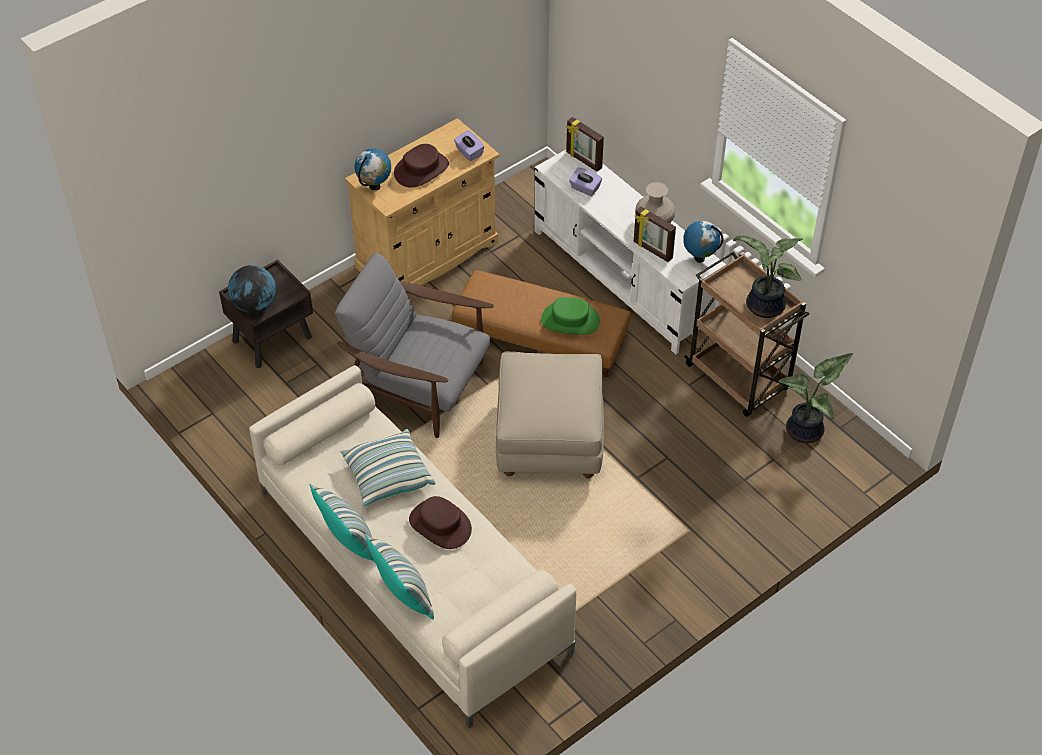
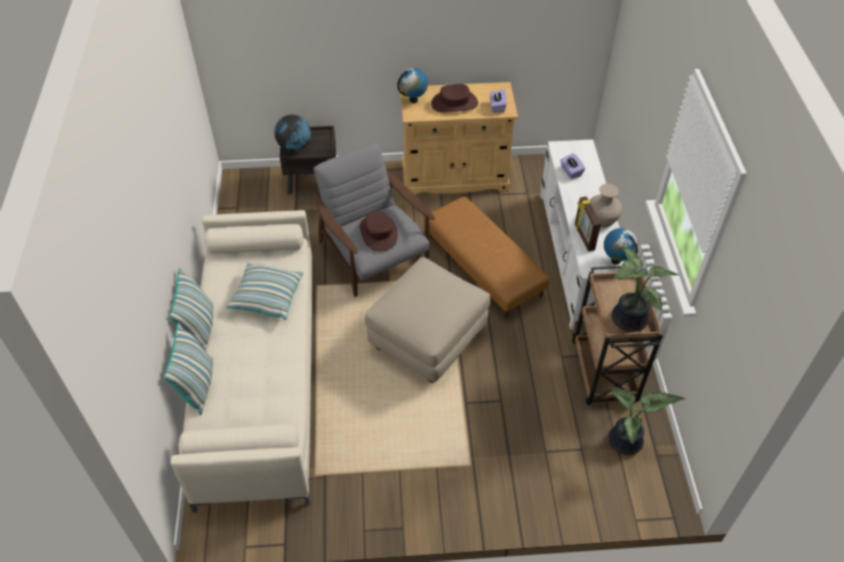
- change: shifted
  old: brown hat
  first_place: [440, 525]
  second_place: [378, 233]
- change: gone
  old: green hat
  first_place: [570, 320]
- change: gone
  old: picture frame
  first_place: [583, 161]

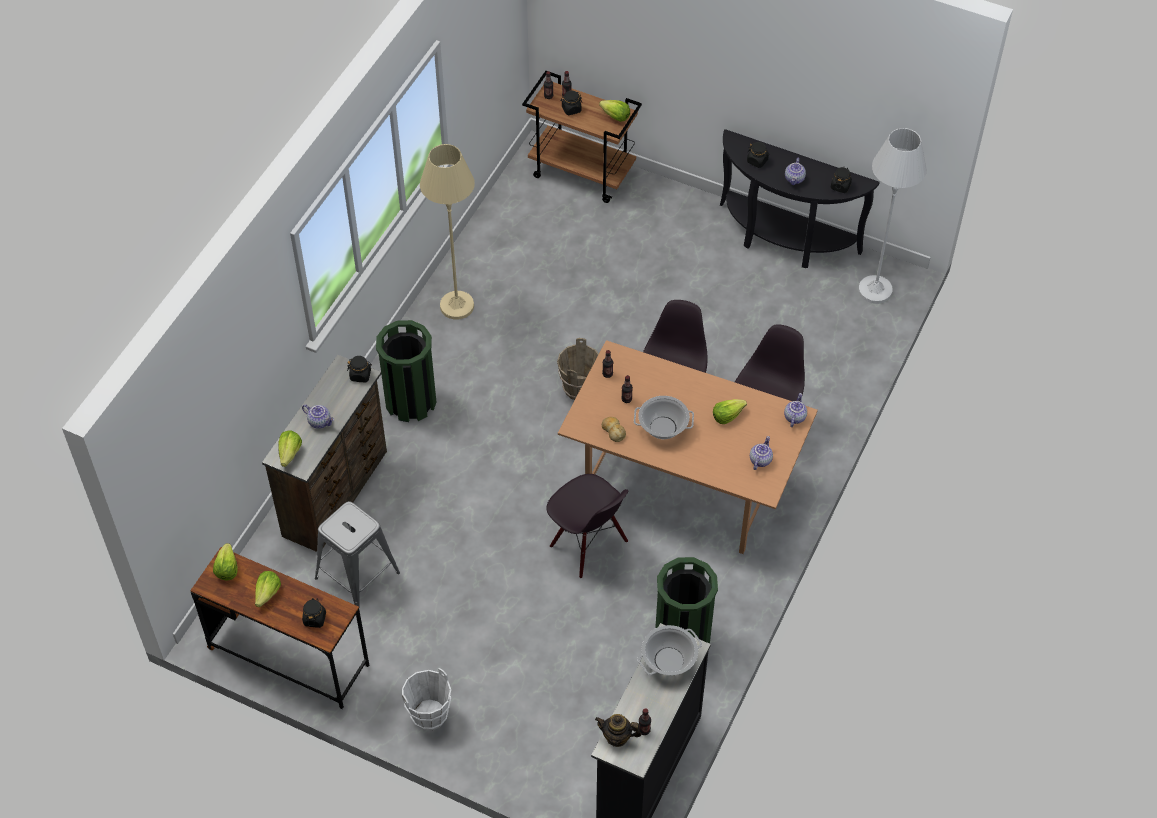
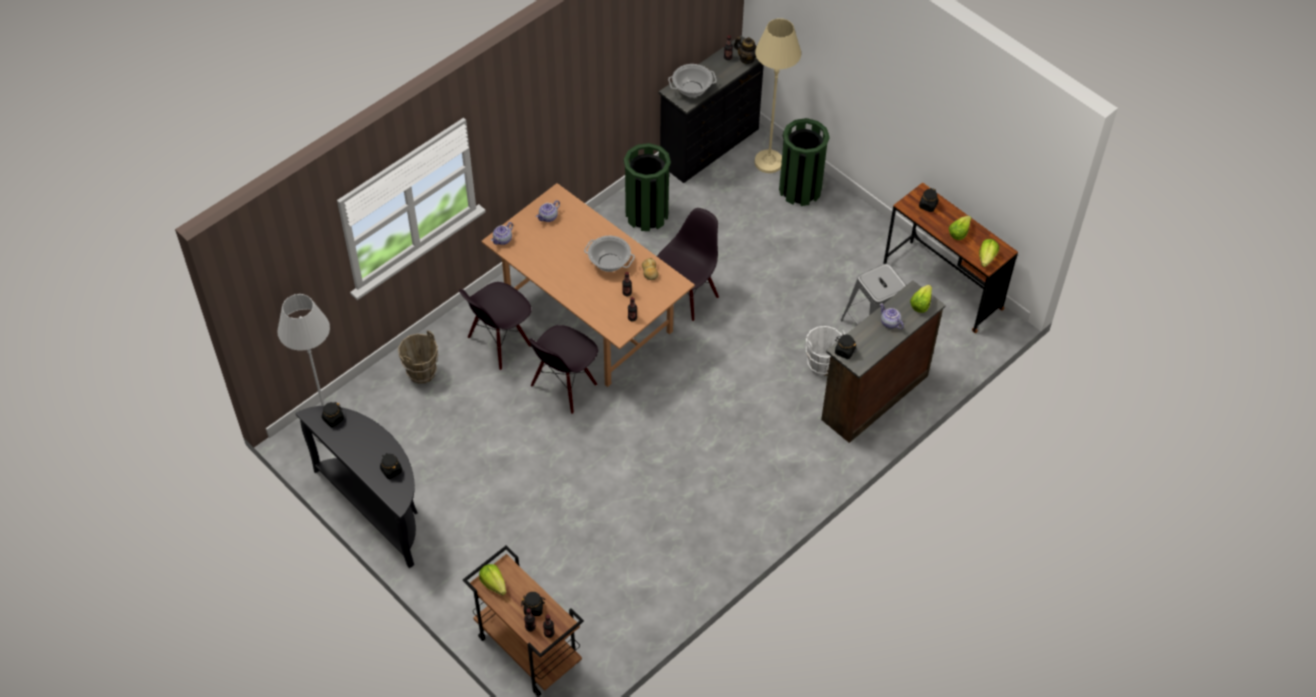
- change: shifted
  old: brown bucket
  first_place: [579, 389]
  second_place: [421, 373]
- change: rotated
  old: black chair
  first_place: [588, 545]
  second_place: [686, 296]
  degrees: 60
- change: shifted
  old: beige floor lamp
  first_place: [457, 306]
  second_place: [769, 162]
- change: shifted
  old: green trash can
  first_place: [410, 401]
  second_place: [800, 189]
- change: shifted
  old: white bucket
  first_place: [430, 716]
  second_place: [821, 365]
- change: gone
  old: lettuce
  first_place: [727, 415]
- change: gone
  old: teapot
  first_place: [795, 179]

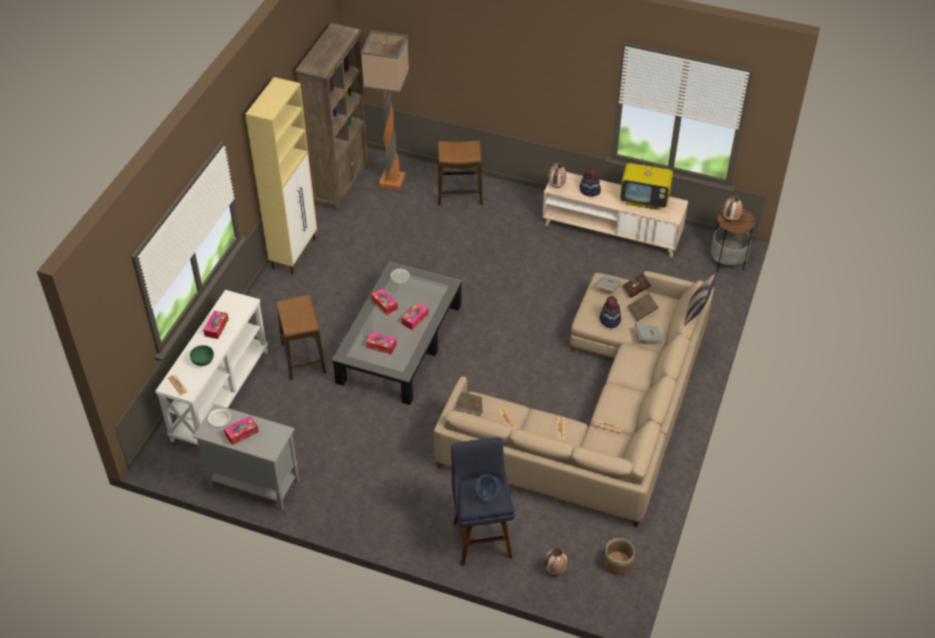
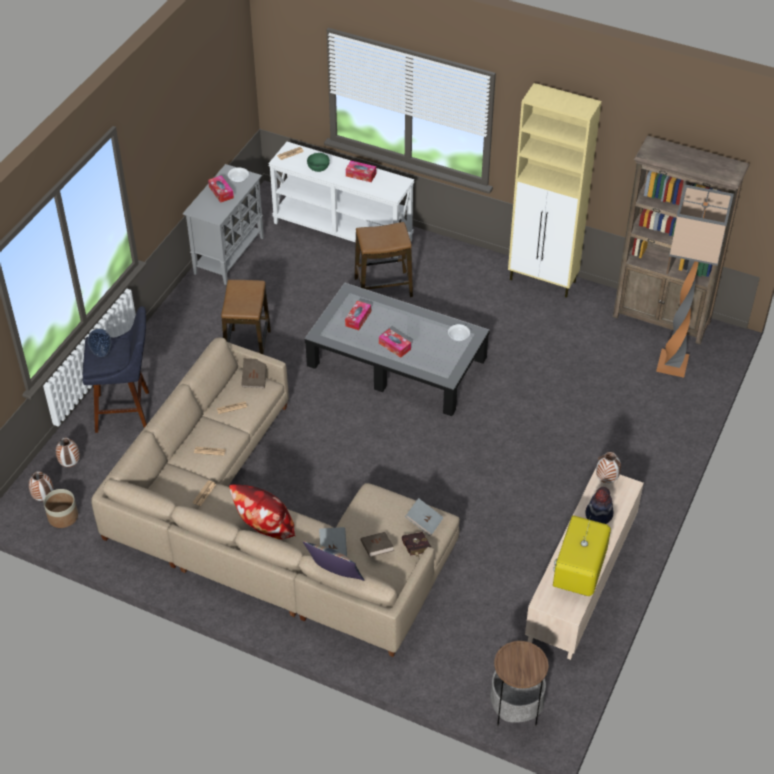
- change: shifted
  old: vase
  first_place: [730, 220]
  second_place: [43, 498]
- change: shifted
  old: stool
  first_place: [460, 194]
  second_place: [248, 349]
- change: new
  new: pillow
  second_place: [265, 528]
- change: gone
  old: tissue box
  first_place: [384, 304]
- change: gone
  old: hat
  first_place: [610, 320]

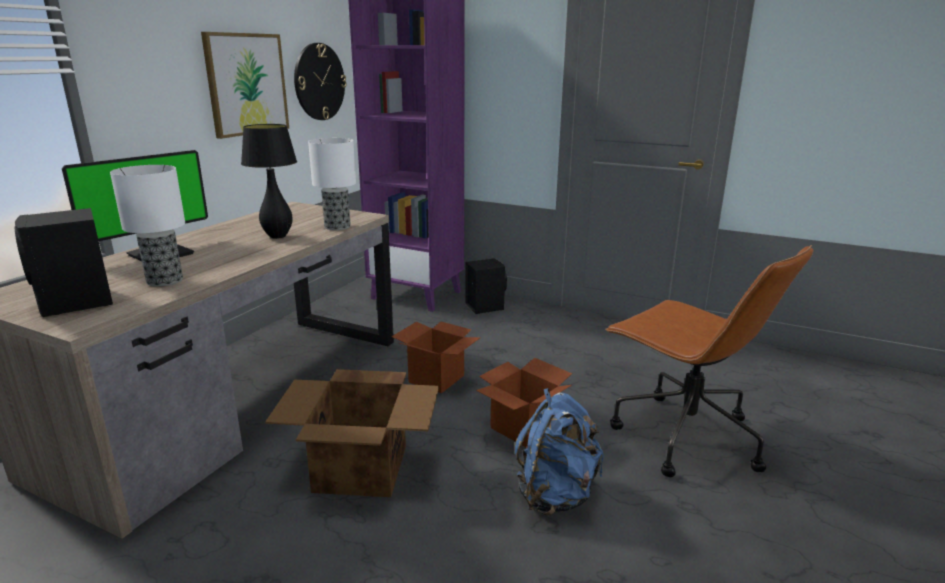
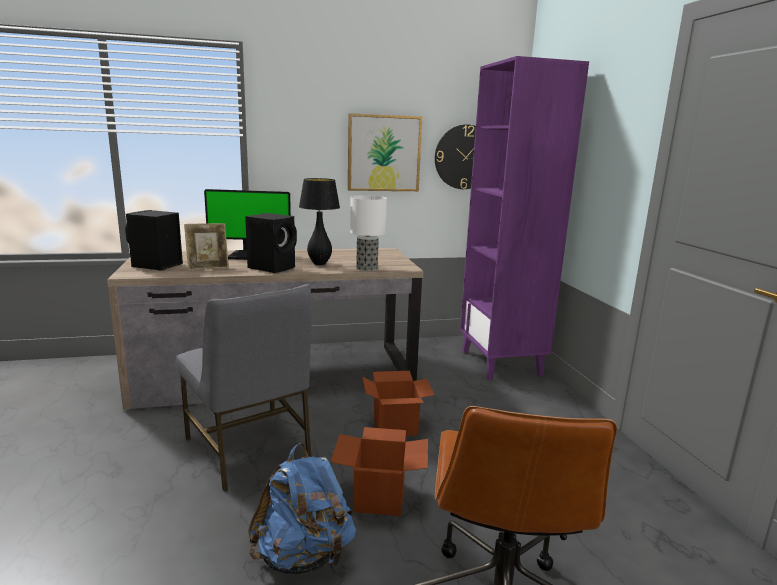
- change: swapped
  old: cardboard box
  new: grey chair
  first_place: [362, 469]
  second_place: [249, 449]
- change: swapped
  old: table lamp
  new: picture frame
  first_place: [164, 280]
  second_place: [208, 267]
- change: shifted
  old: black speaker
  first_place: [484, 306]
  second_place: [273, 267]

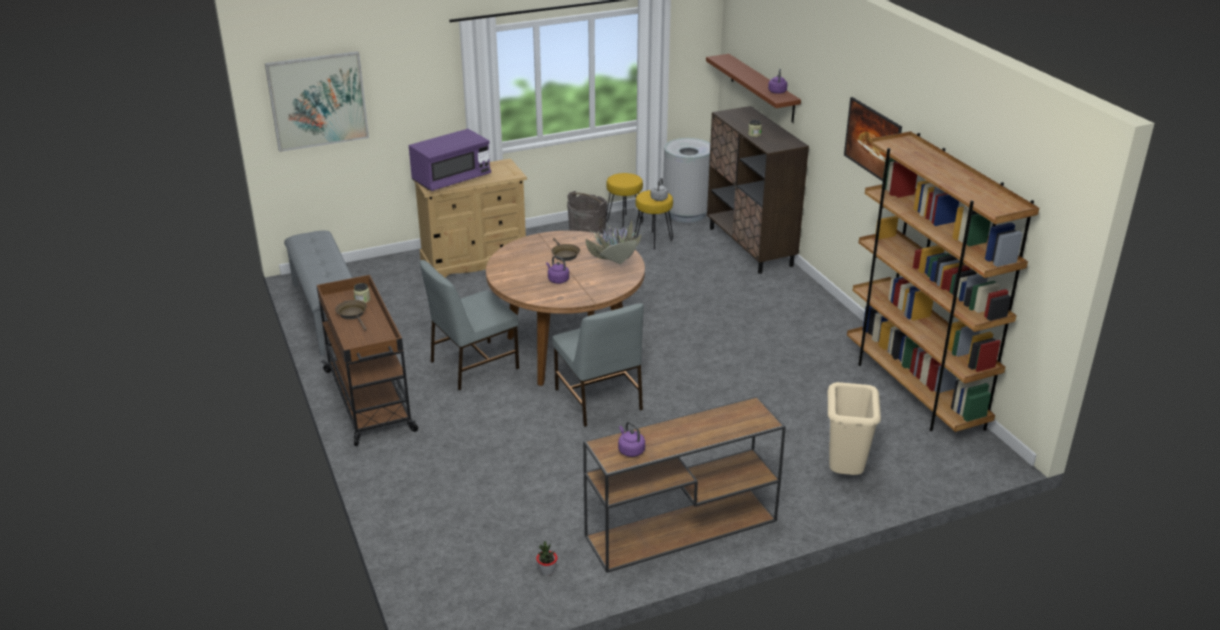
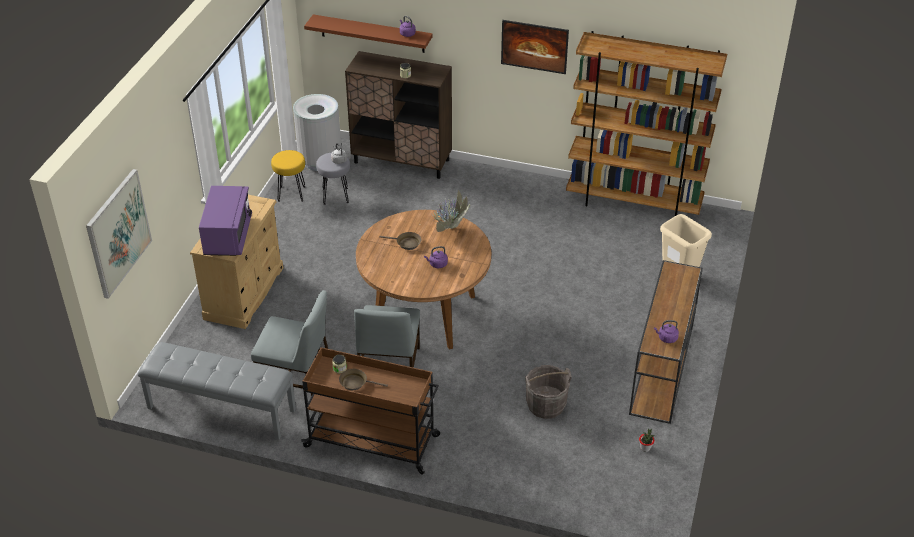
- change: shifted
  old: grey chair
  first_place: [598, 400]
  second_place: [296, 379]
- change: repainted
  old: yellow stool
  new: grey stool
  first_place: [652, 240]
  second_place: [335, 196]
- change: shifted
  old: grey bucket
  first_place: [587, 232]
  second_place: [546, 405]

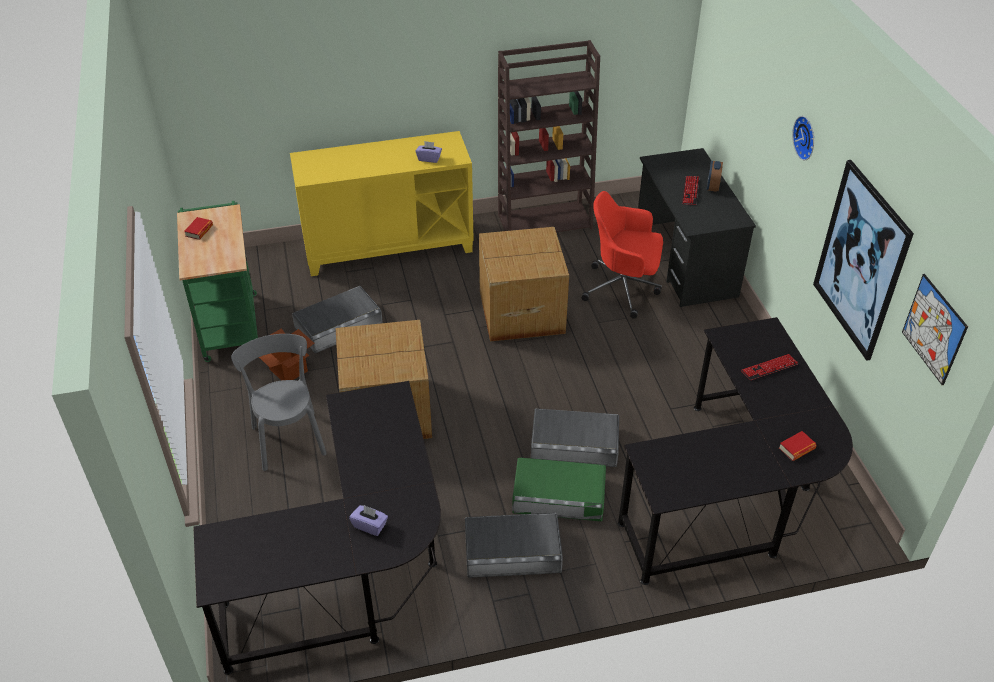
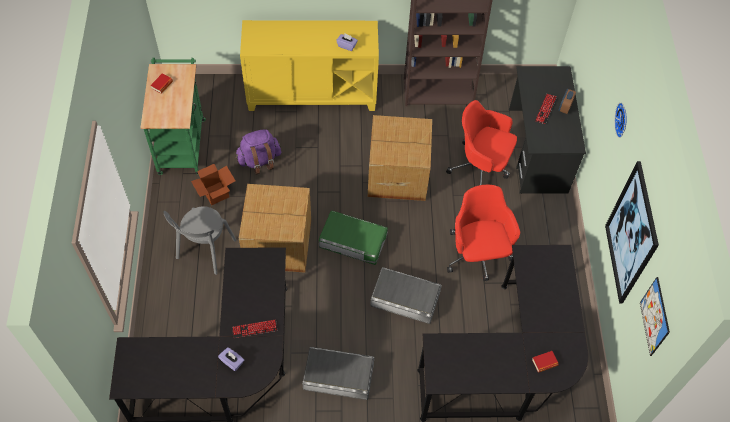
- change: rotated
  old: grey chair
  first_place: [288, 437]
  second_place: [204, 251]
  degrees: -150
- change: shifted
  old: keyboard
  first_place: [769, 368]
  second_place: [254, 329]
- change: swapped
  old: grey storage box
  new: purple backpack
  first_place: [338, 326]
  second_place: [259, 160]
- change: shifted
  old: green storage box
  first_place: [558, 495]
  second_place: [353, 241]
- change: new
  new: red office chair
  second_place: [477, 255]

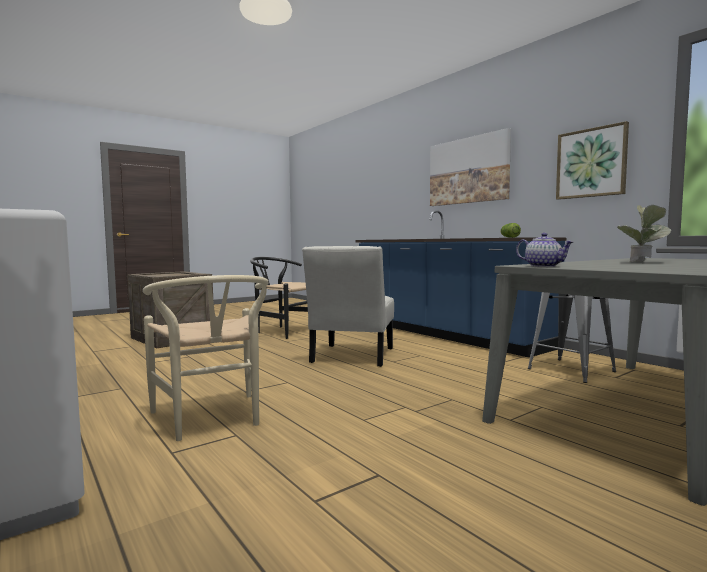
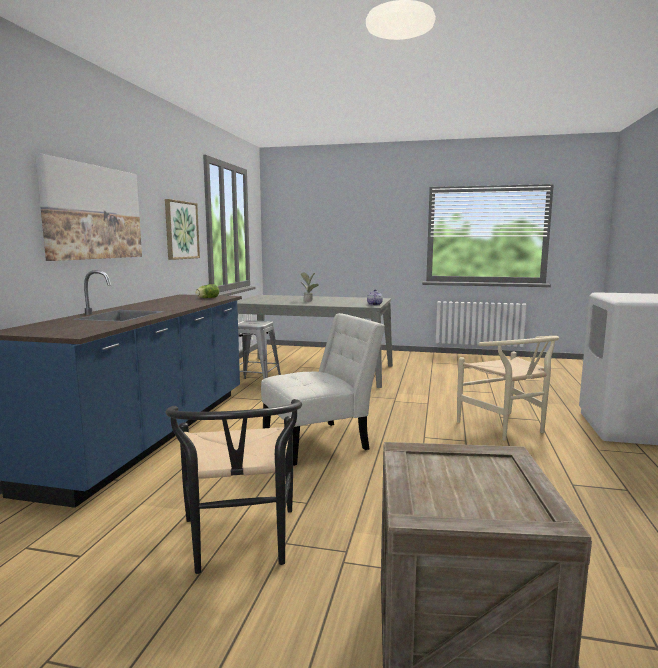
- change: rotated
  old: beige chair
  first_place: [212, 420]
  second_place: [507, 428]
  degrees: 135

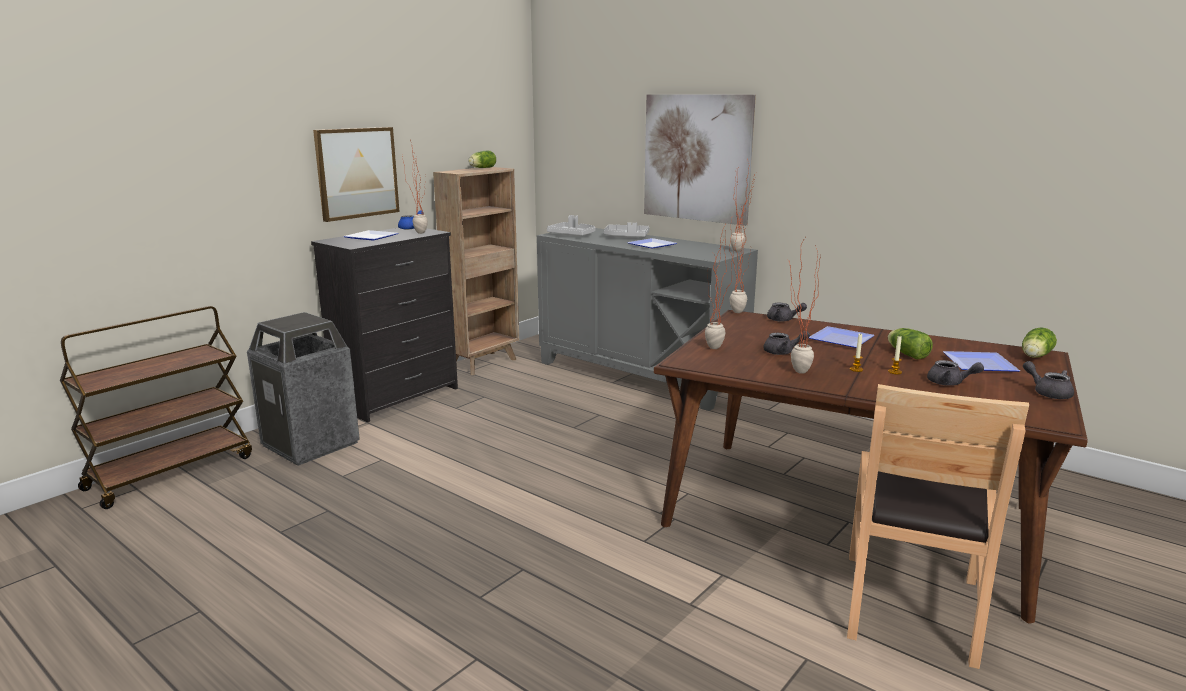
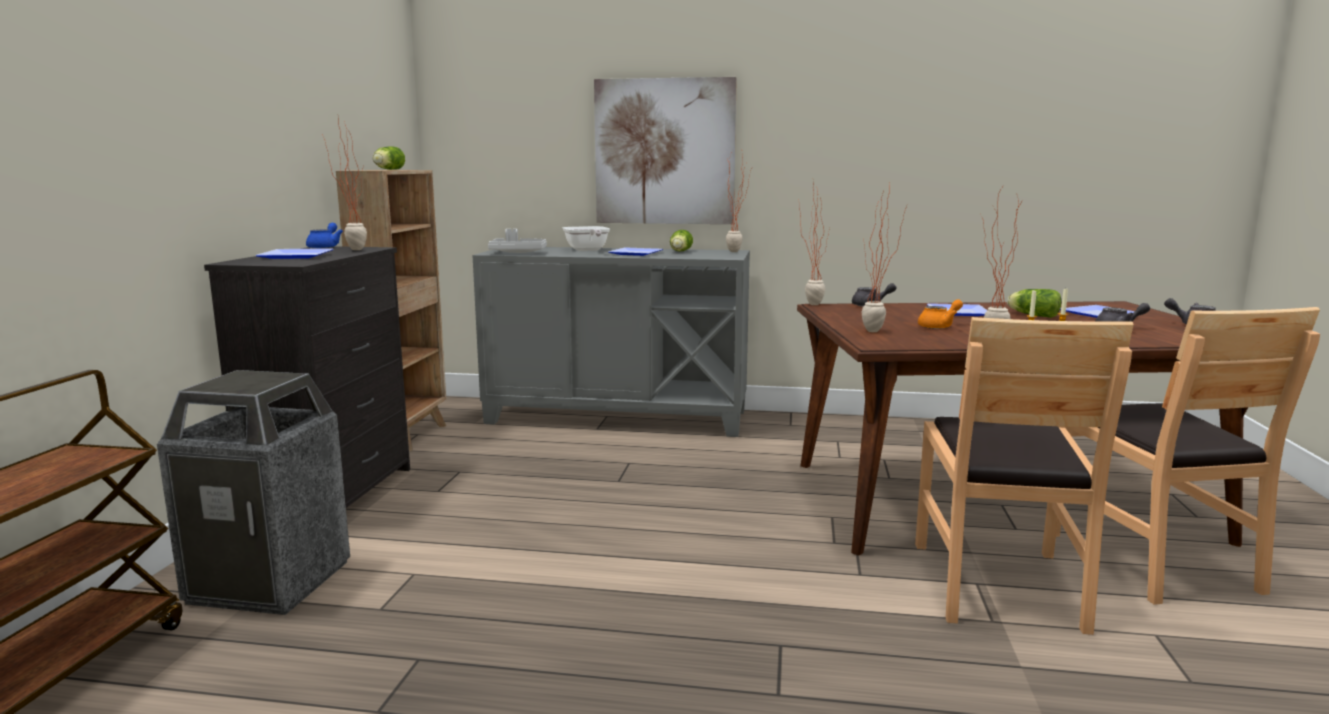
- change: swapped
  old: grey tray
  new: frying pan
  first_place: [626, 237]
  second_place: [587, 250]
- change: shifted
  old: lettuce
  first_place: [1034, 356]
  second_place: [680, 251]
- change: new
  new: brown chair
  second_place: [998, 584]
- change: repainted
  old: grey teapot
  new: orange teapot
  first_place: [783, 352]
  second_place: [939, 326]
- change: gone
  old: picture
  first_place: [356, 173]

